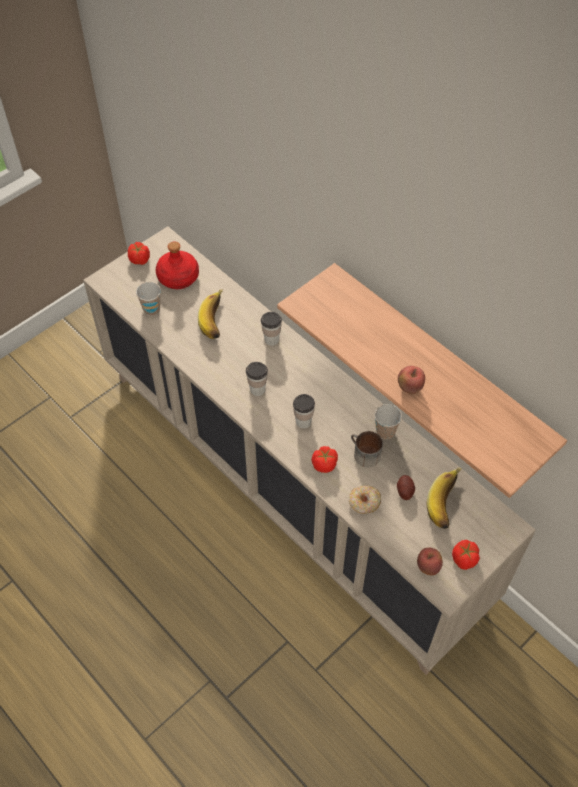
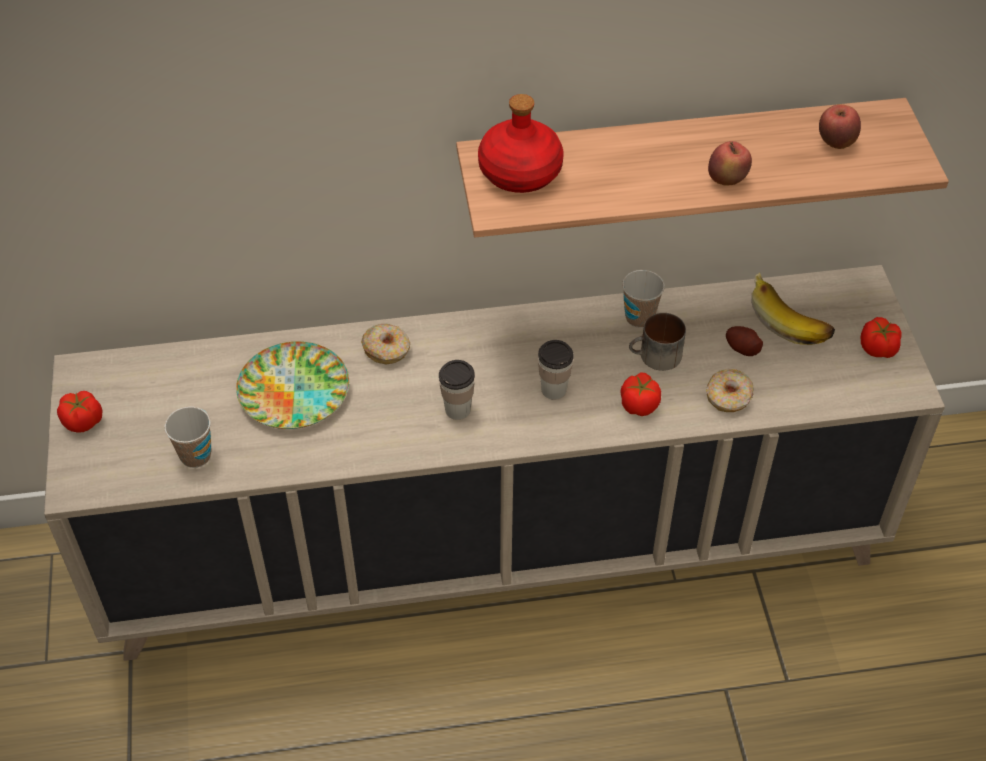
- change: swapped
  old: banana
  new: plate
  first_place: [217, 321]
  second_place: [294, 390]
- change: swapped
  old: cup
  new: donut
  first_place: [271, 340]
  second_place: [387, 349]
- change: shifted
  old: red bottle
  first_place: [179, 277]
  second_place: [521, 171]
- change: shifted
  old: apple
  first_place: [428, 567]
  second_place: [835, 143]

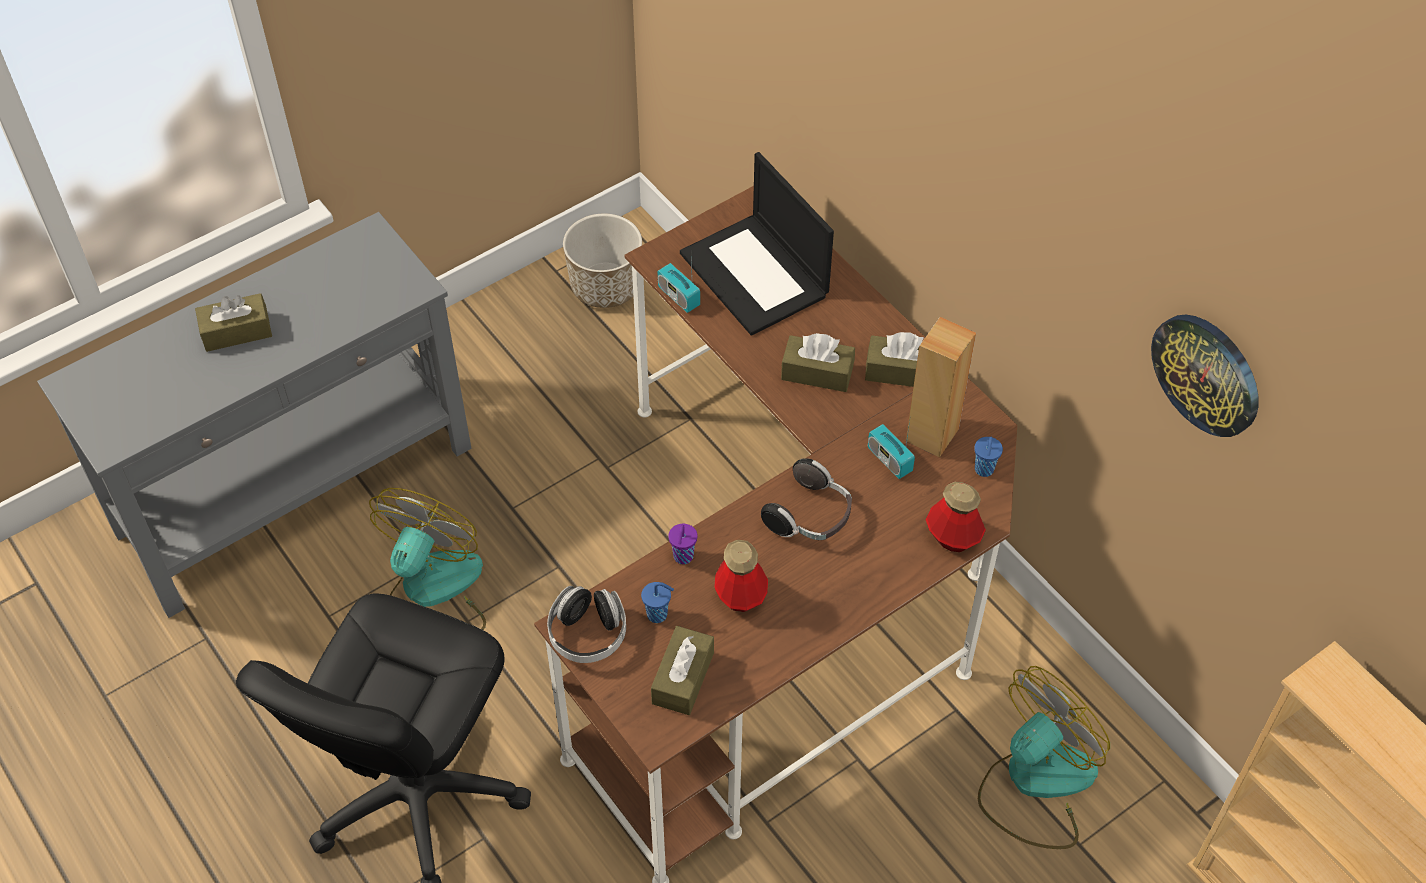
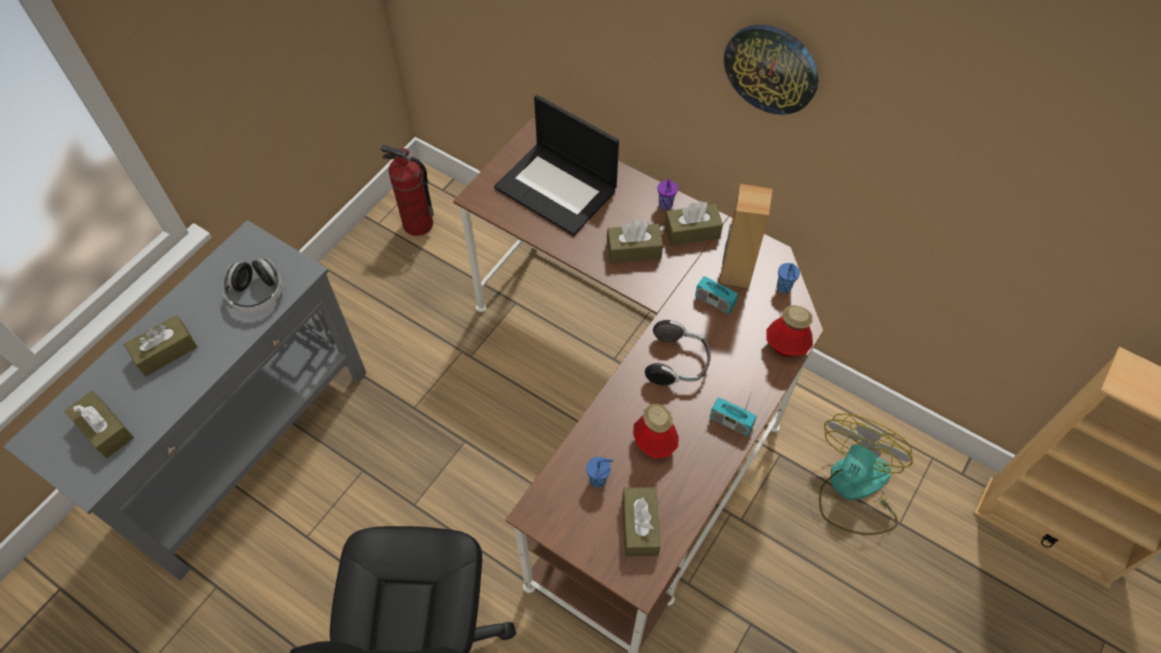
- change: new
  new: brown tissue box
  second_place: [105, 429]
- change: shifted
  old: headphones
  first_place: [588, 634]
  second_place: [257, 294]
- change: swapped
  old: planter
  new: fire extinguisher
  first_place: [605, 286]
  second_place: [417, 224]
- change: shifted
  old: purple cup
  first_place: [683, 557]
  second_place: [665, 205]
- change: shifted
  old: radio
  first_place: [678, 296]
  second_place: [731, 422]
- change: shifted
  old: wall clock
  first_place: [1207, 373]
  second_place: [771, 68]
- change: gone
  old: fan
  first_place: [432, 593]

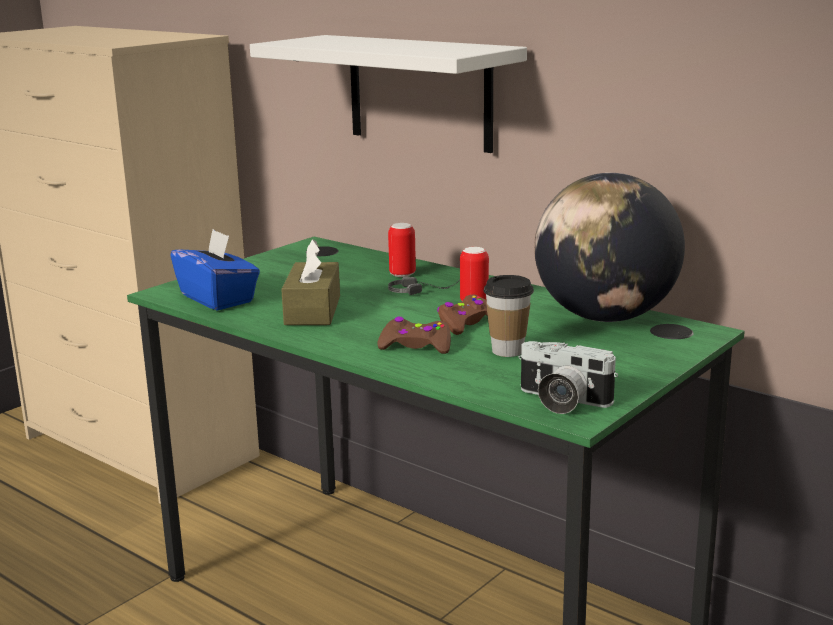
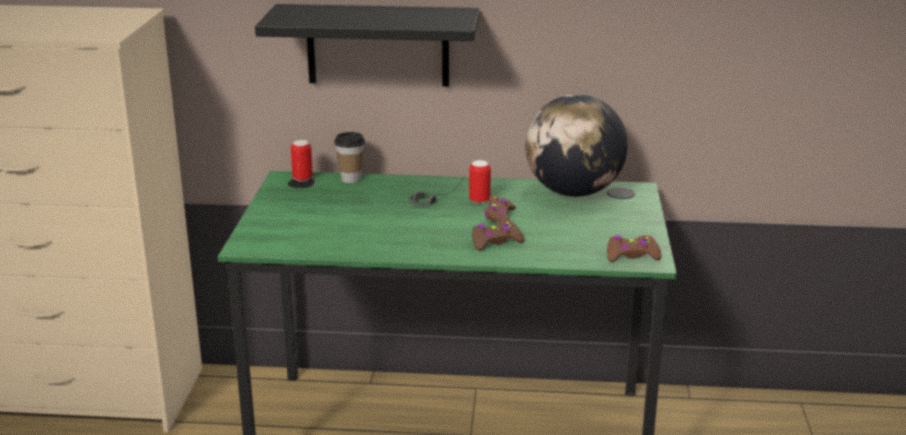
- change: repainted
  old: white shelf
  new: black shelf
  first_place: [419, 92]
  second_place: [378, 45]
- change: shifted
  old: can
  first_place: [402, 274]
  second_place: [302, 179]
- change: shifted
  old: cup
  first_place: [508, 351]
  second_place: [351, 179]
- change: swapped
  old: photo camera
  new: brown game controller
  first_place: [561, 401]
  second_place: [631, 255]
- change: gone
  old: blue tissue box
  first_place: [218, 298]
- change: gone
  old: brown tissue box
  first_place: [313, 310]

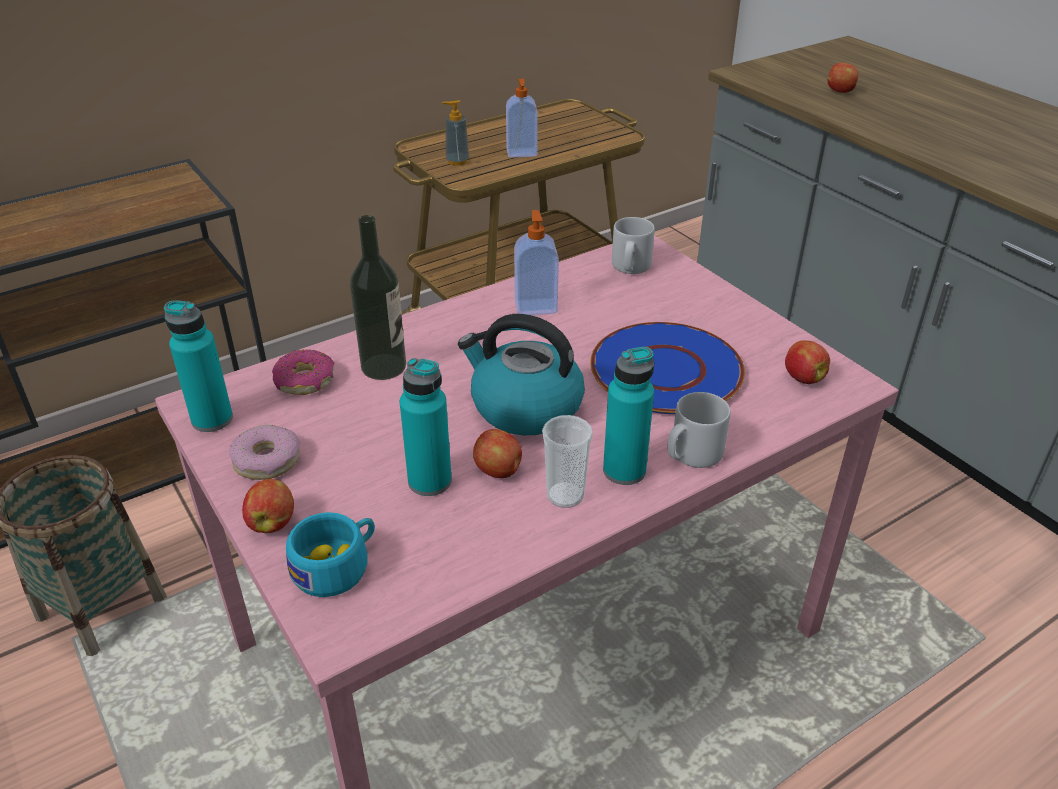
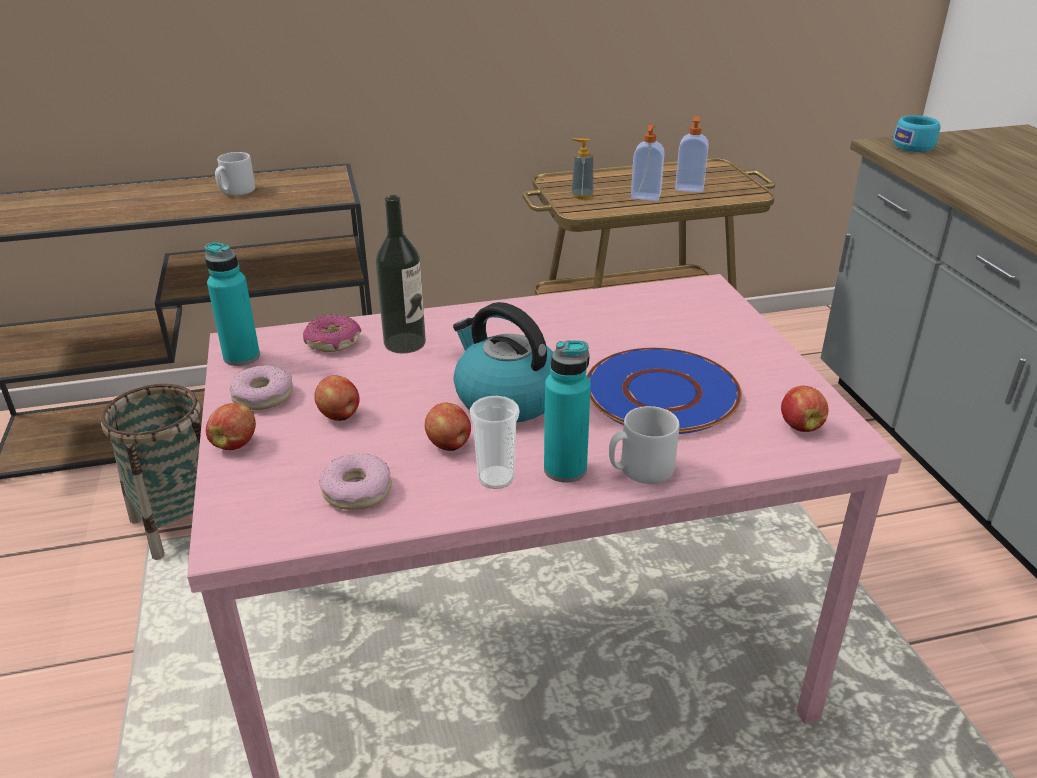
- change: shifted
  old: grey mug
  first_place: [630, 267]
  second_place: [236, 191]
- change: shifted
  old: apple
  first_place: [840, 91]
  second_place: [340, 416]
- change: new
  new: donut
  second_place: [357, 491]
- change: shifted
  old: soap dispenser
  first_place: [535, 306]
  second_place: [689, 188]
- change: shifted
  old: turquoise cup
  first_place: [338, 566]
  second_place: [917, 146]
- change: gone
  old: turquoise bottle
  first_place: [429, 481]

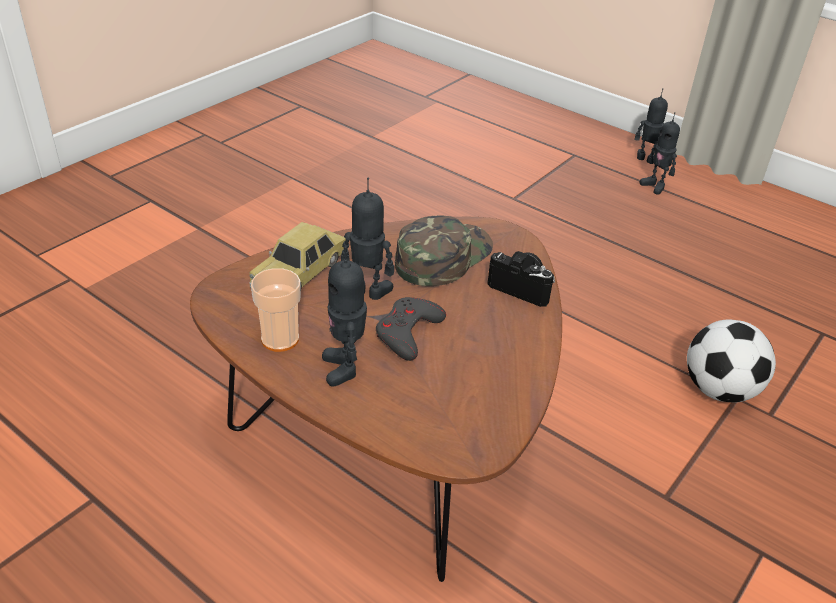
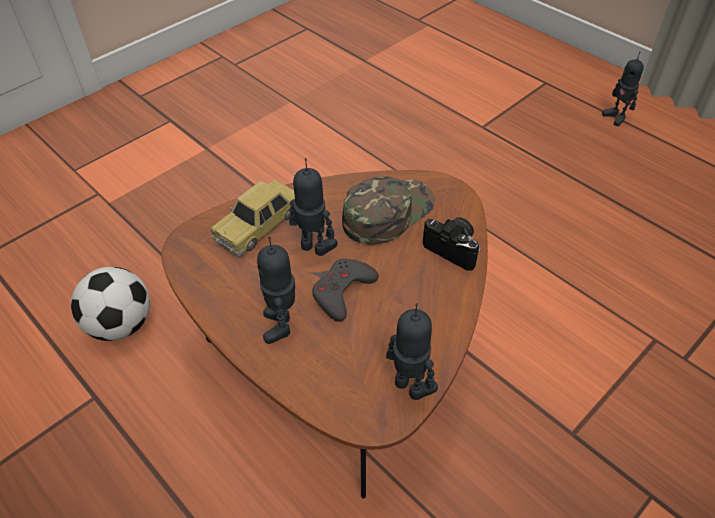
- change: shifted
  old: football
  first_place: [719, 390]
  second_place: [121, 325]
- change: shifted
  old: toy robot
  first_place: [645, 159]
  second_place: [410, 387]
- change: gone
  old: cup
  first_place: [280, 339]

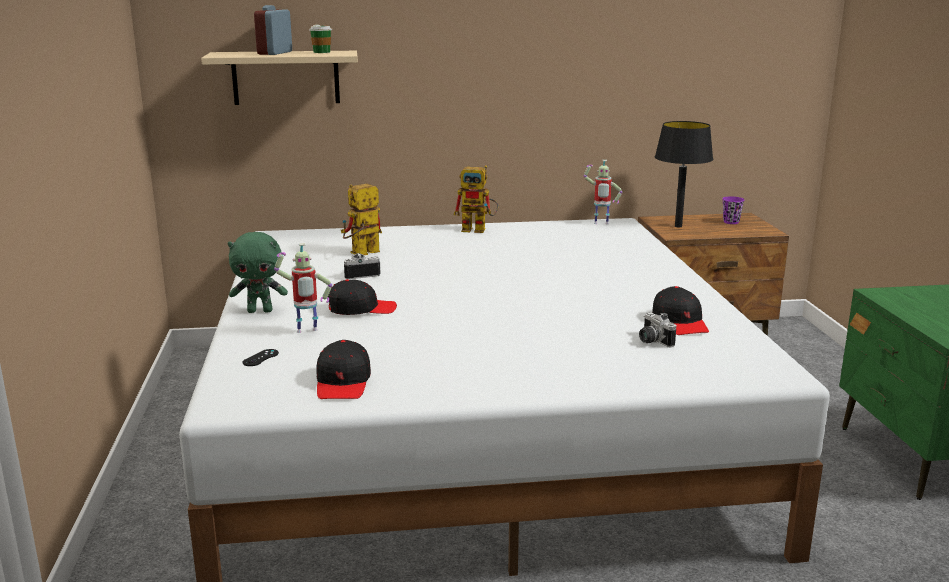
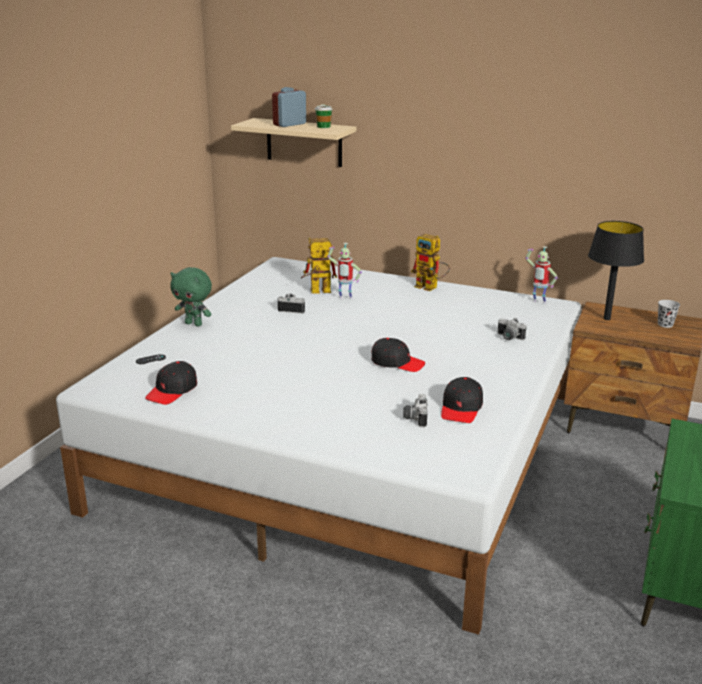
- change: shifted
  old: toy robot
  first_place: [307, 332]
  second_place: [344, 299]
- change: shifted
  old: black cap
  first_place: [361, 309]
  second_place: [397, 362]
- change: new
  new: photo camera
  second_place: [508, 338]
- change: repainted
  old: purple cup
  new: black cup
  first_place: [731, 222]
  second_place: [665, 324]

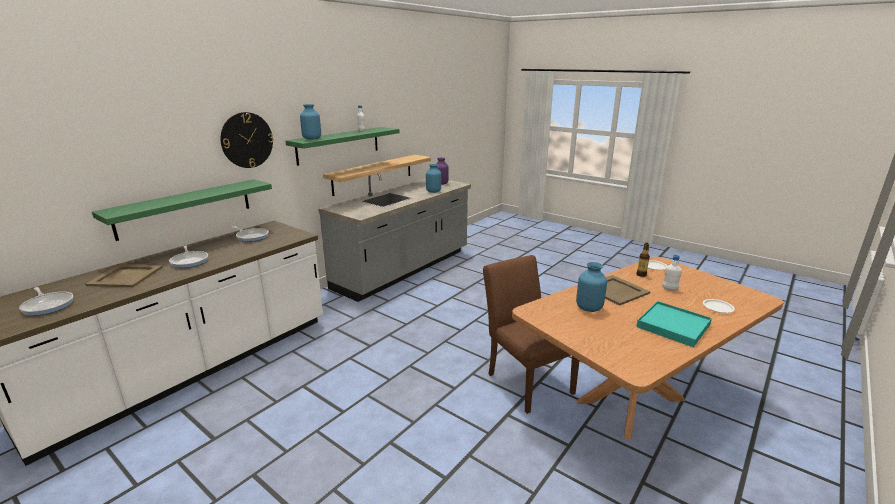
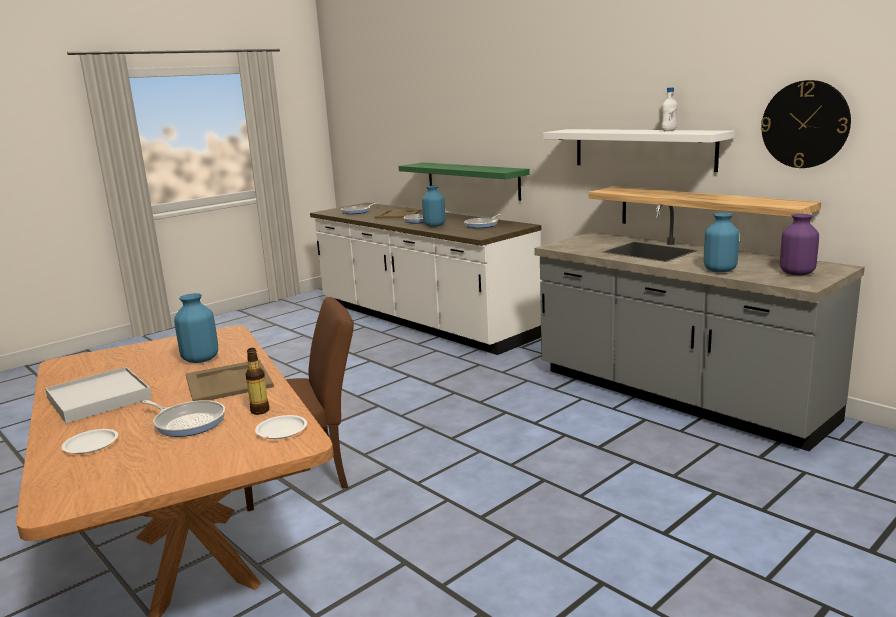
- change: repainted
  old: turquoise tray
  new: white tray
  first_place: [673, 326]
  second_place: [99, 398]
- change: swapped
  old: white bottle
  new: frying pan
  first_place: [669, 289]
  second_place: [188, 422]
- change: shifted
  old: blue vase
  first_place: [312, 139]
  second_place: [435, 225]
- change: repainted
  old: green shelf
  new: white shelf
  first_place: [339, 145]
  second_place: [643, 149]
- change: shifted
  old: wall clock
  first_place: [247, 140]
  second_place: [805, 124]

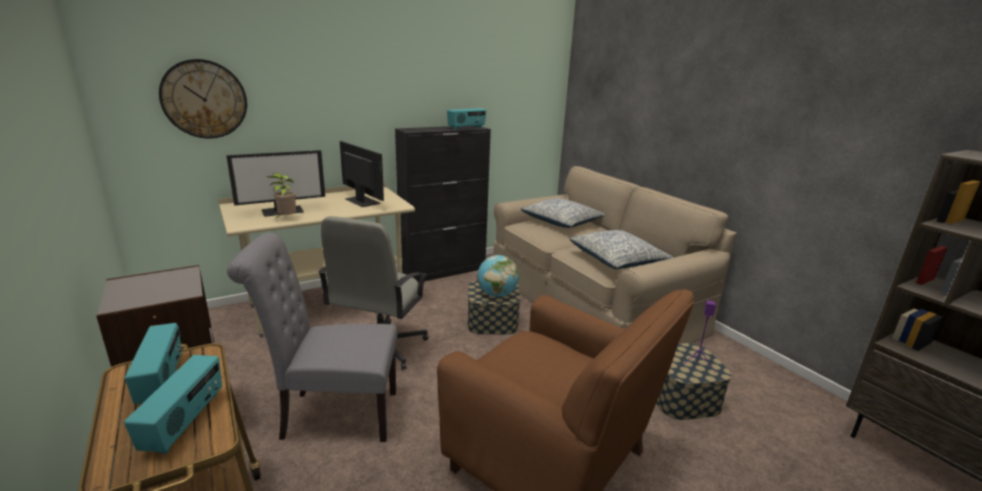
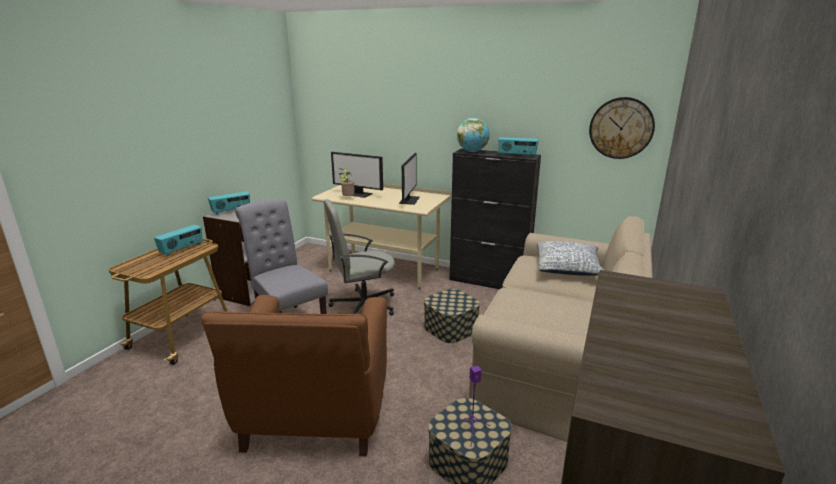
- change: shifted
  old: radio
  first_place: [185, 422]
  second_place: [231, 211]
- change: shifted
  old: globe
  first_place: [497, 294]
  second_place: [472, 151]
- change: shifted
  old: wall clock
  first_place: [204, 99]
  second_place: [621, 128]
- change: gone
  old: pillow
  first_place: [617, 260]

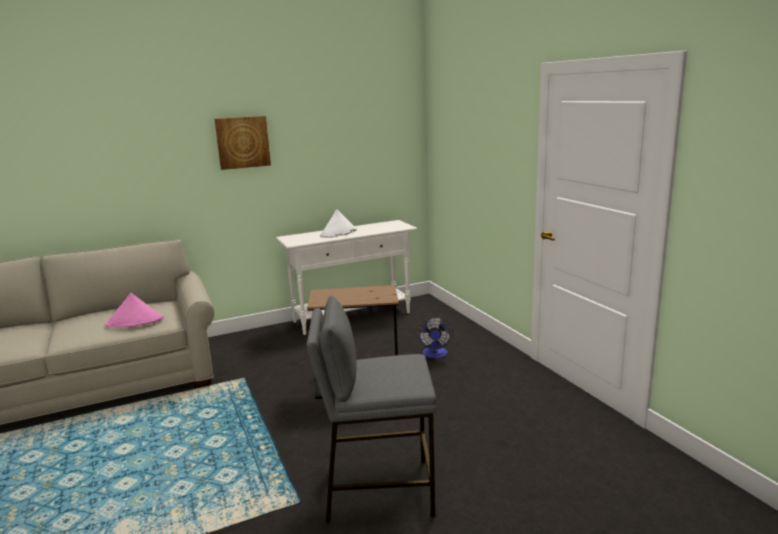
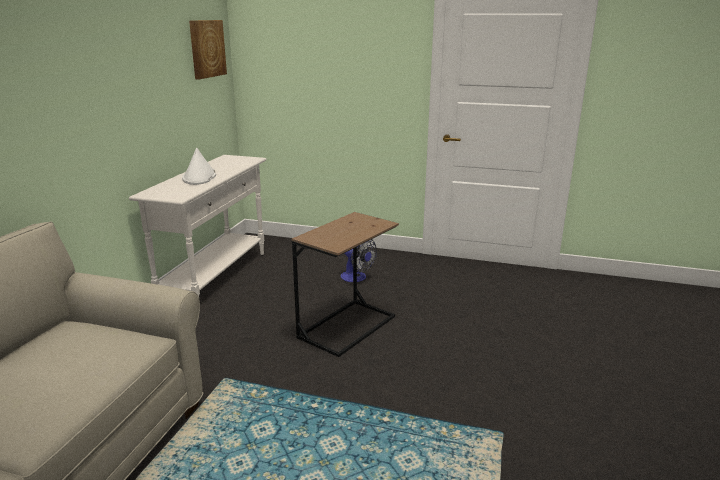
- change: shifted
  old: picture
  first_place: [242, 142]
  second_place: [206, 48]
- change: gone
  old: pink hat
  first_place: [135, 321]
- change: gone
  old: grey stool
  first_place: [378, 490]

